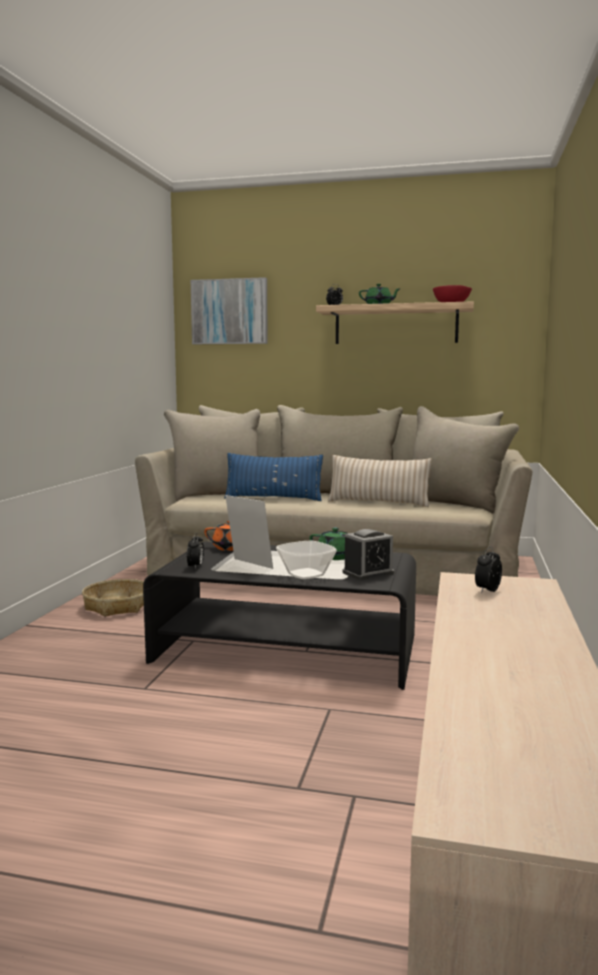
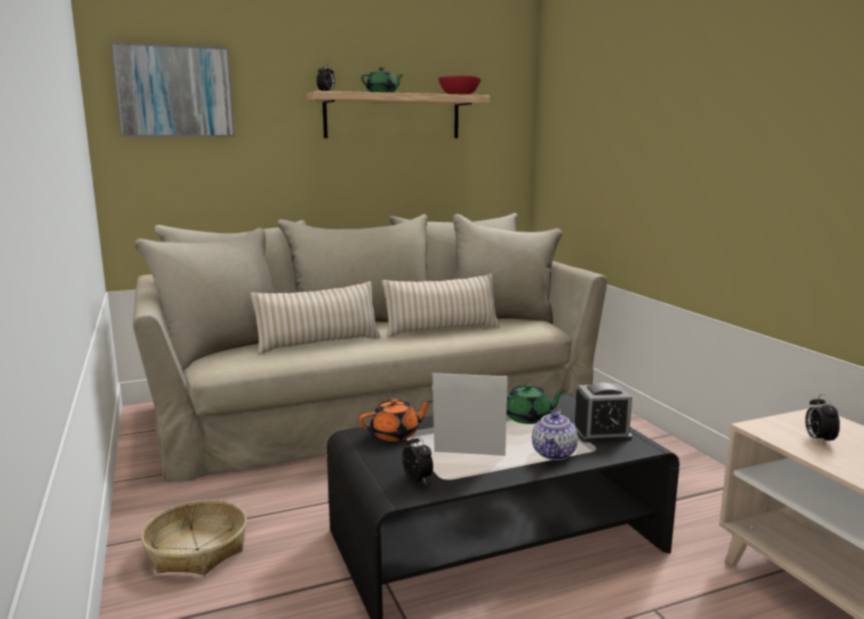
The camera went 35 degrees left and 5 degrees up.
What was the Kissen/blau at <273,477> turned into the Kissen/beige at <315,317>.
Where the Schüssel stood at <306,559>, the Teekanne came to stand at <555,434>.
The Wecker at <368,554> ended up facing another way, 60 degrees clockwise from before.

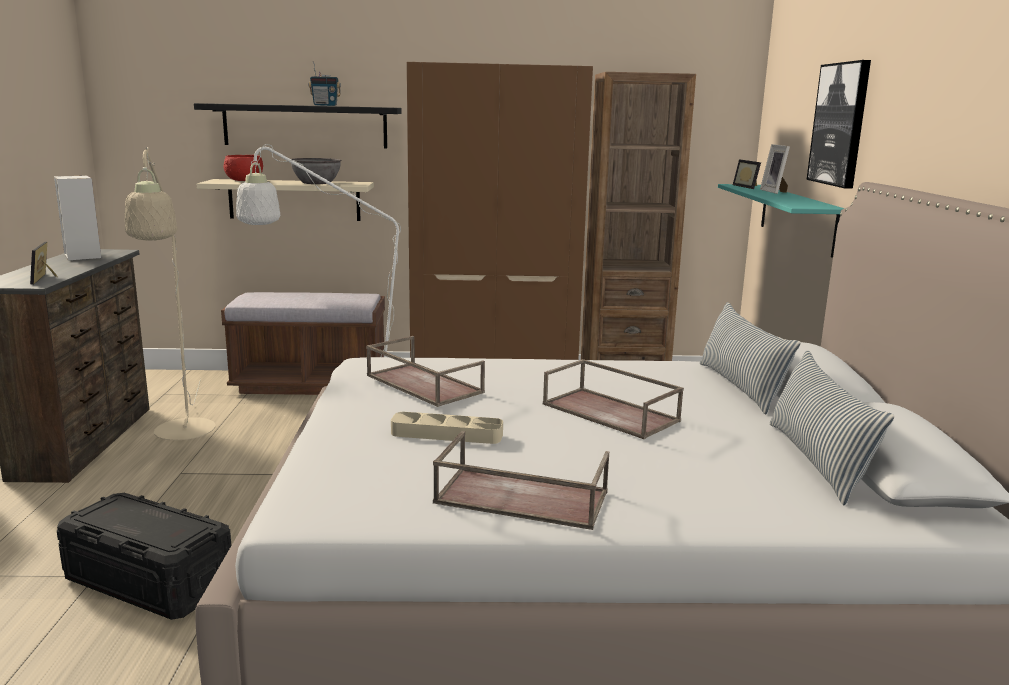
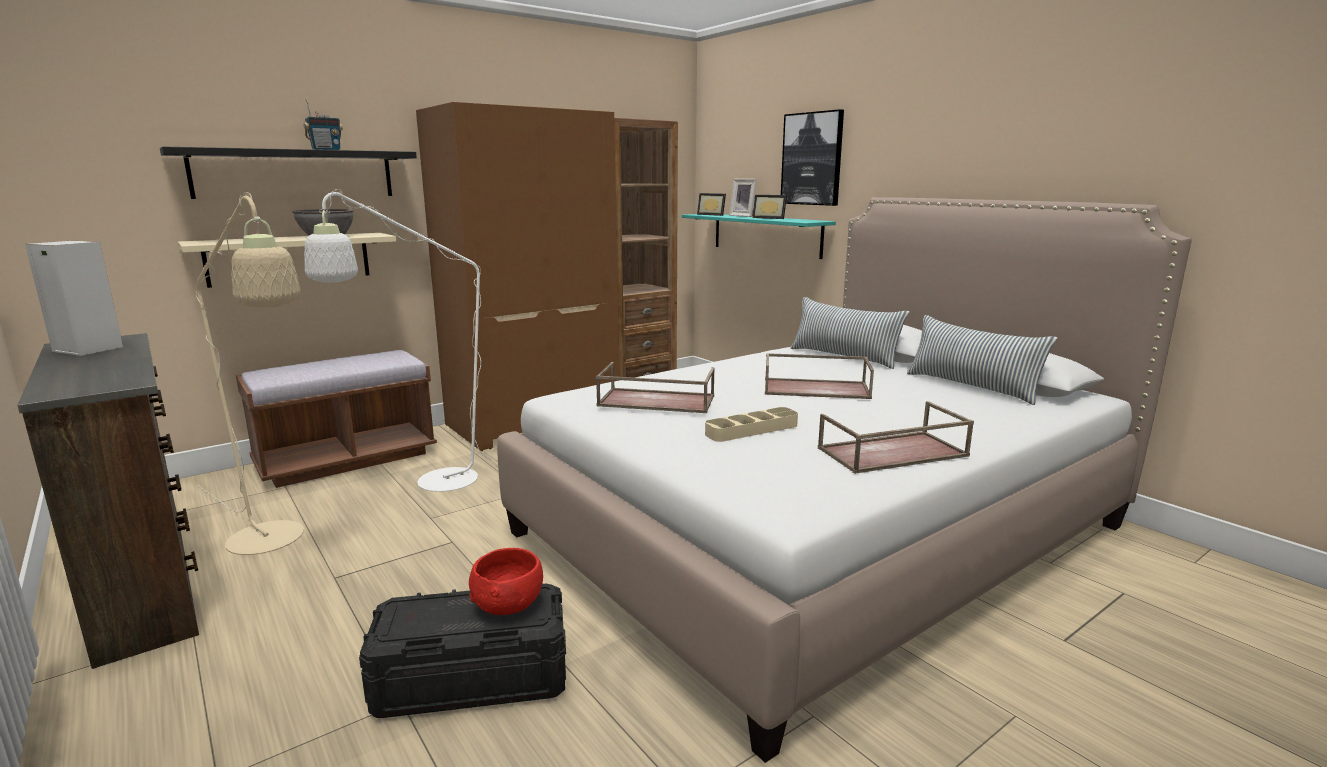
The camera went 35 degrees left and 0 degrees up.
The Bilderrahmen ended up elsewhere, having gone from <44,263> to <769,207>.
The Schüssel/rot ended up elsewhere, having gone from <243,168> to <506,581>.

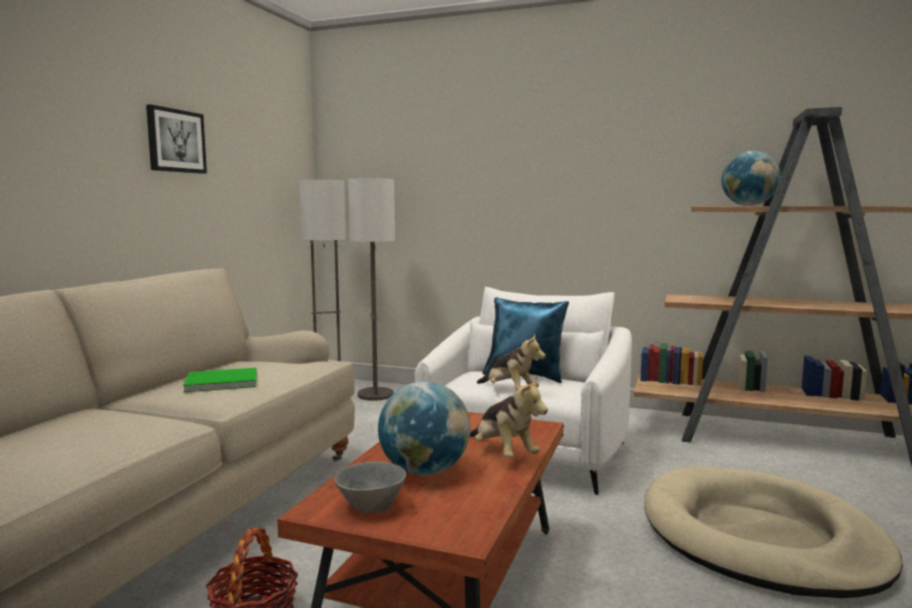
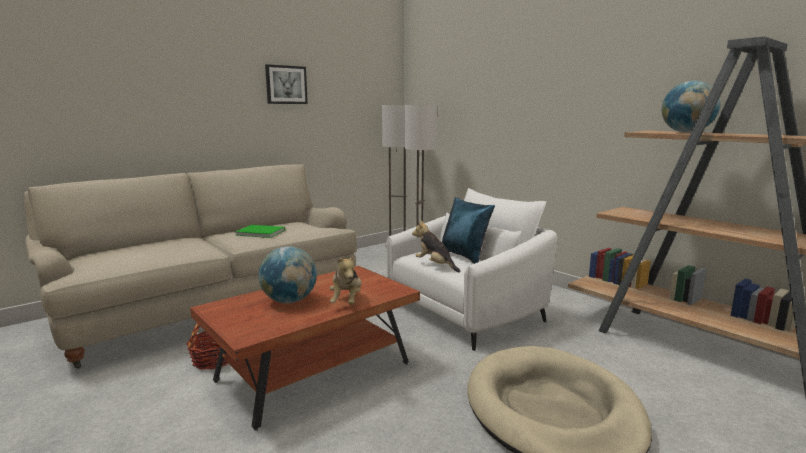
The camera went 30 degrees right and 5 degrees up.
The second view lost the Schüssel/grau at <370,487>.
The Plüschtier at <511,362> ended up facing another way, 150 degrees clockwise from before.

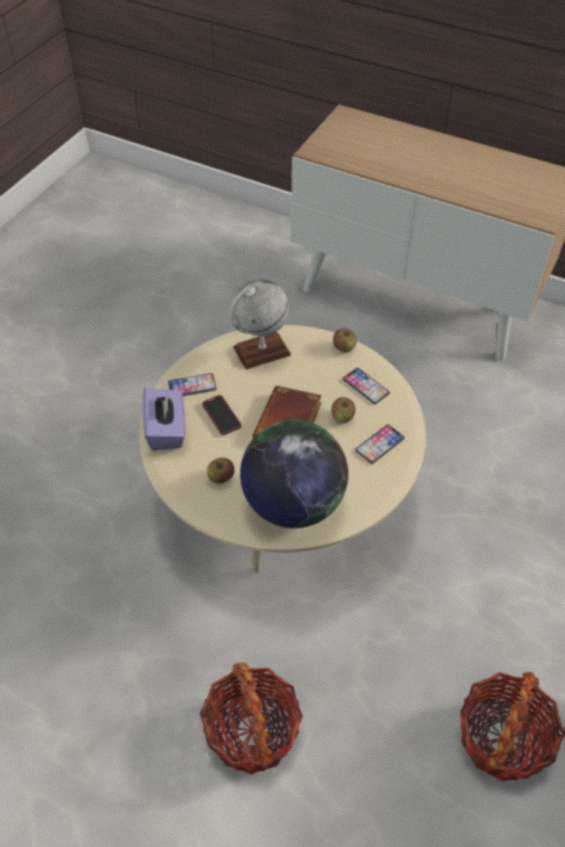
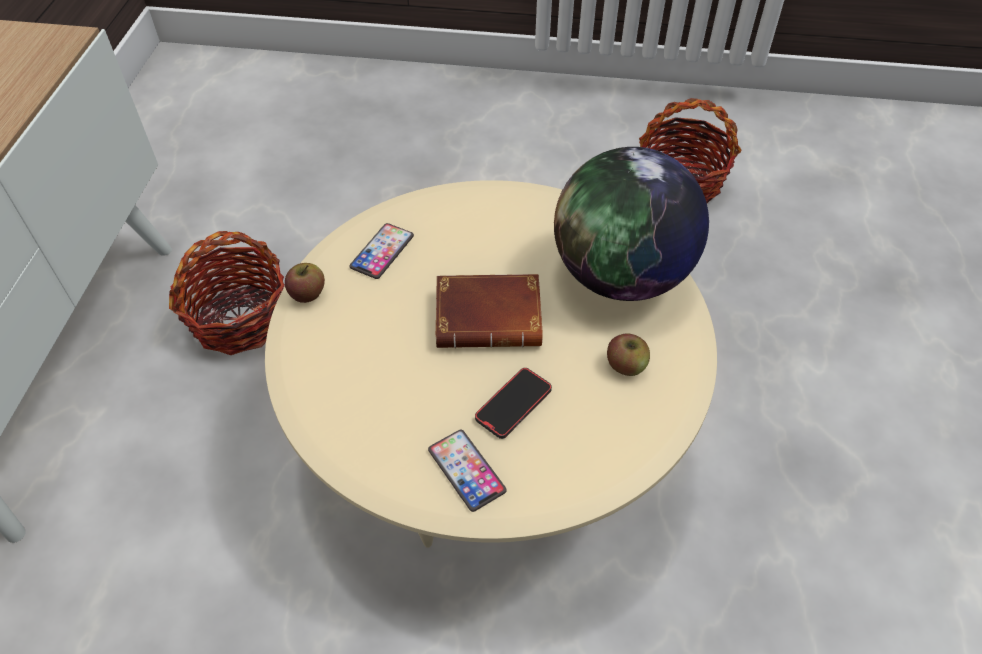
The camera went 110 degrees left and 0 degrees up.
The second view lost the Taschentuchbox/lila at <164,419>.
The Korb ended up elsewhere, having gone from <251,718> to <226,293>.
The second view lost the Globus at <260,324>.
The second view lost the Apfel at <343,410>.
The second view lost the Handy at <380,444>.

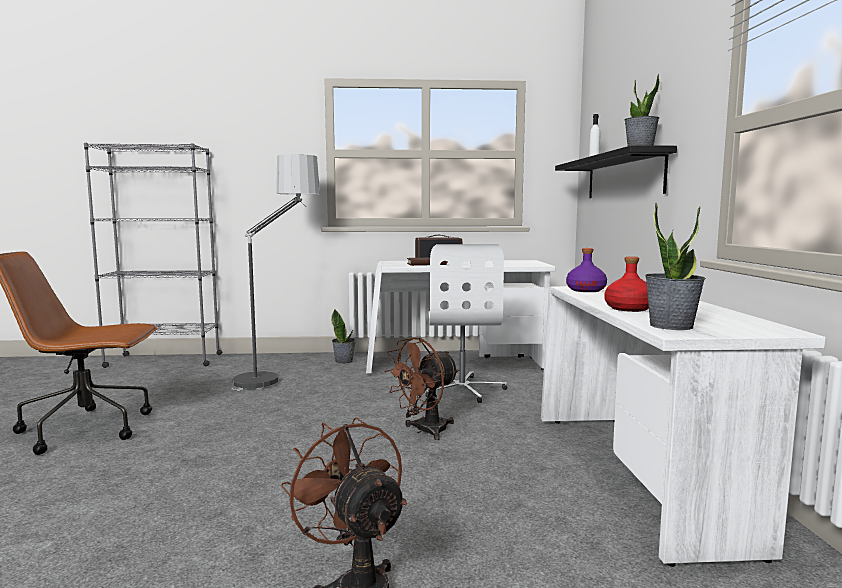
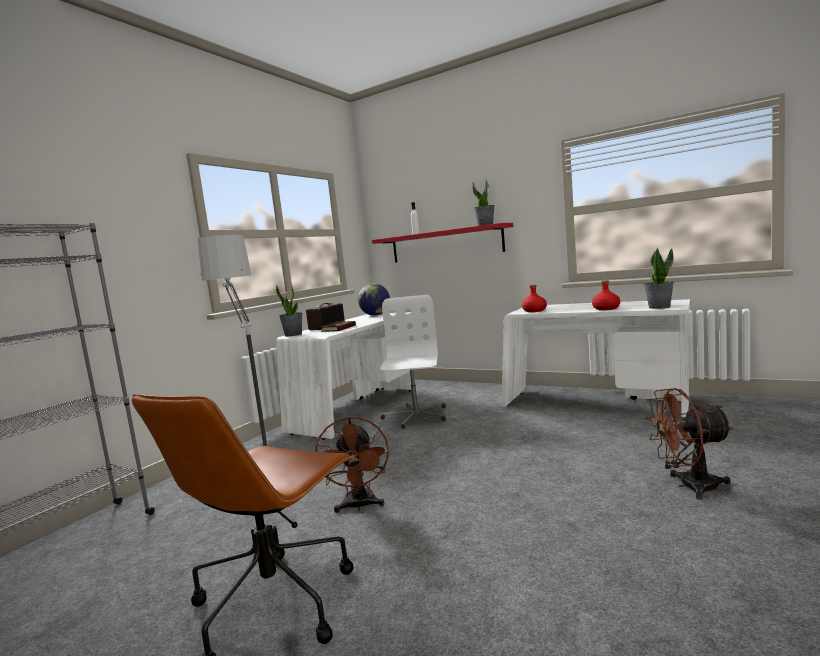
The camera went 55 degrees left and 0 degrees up.
The Topfpflanze ended up elsewhere, having gone from <343,336> to <289,310>.
The Ventilator/braun ended up elsewhere, having gone from <422,388> to <352,464>.
The Bürostuhl/weiß at <466,323> ended up facing another way, 120 degrees counterclockwise from before.
What was the Wandregal/schwarz at <616,171> turned into the Wandregal/rot at <442,243>.
What was the Flasche/lila at <586,270> turned into the Flasche/rot at <534,298>.
The second view gained the Globus at <374,299>.

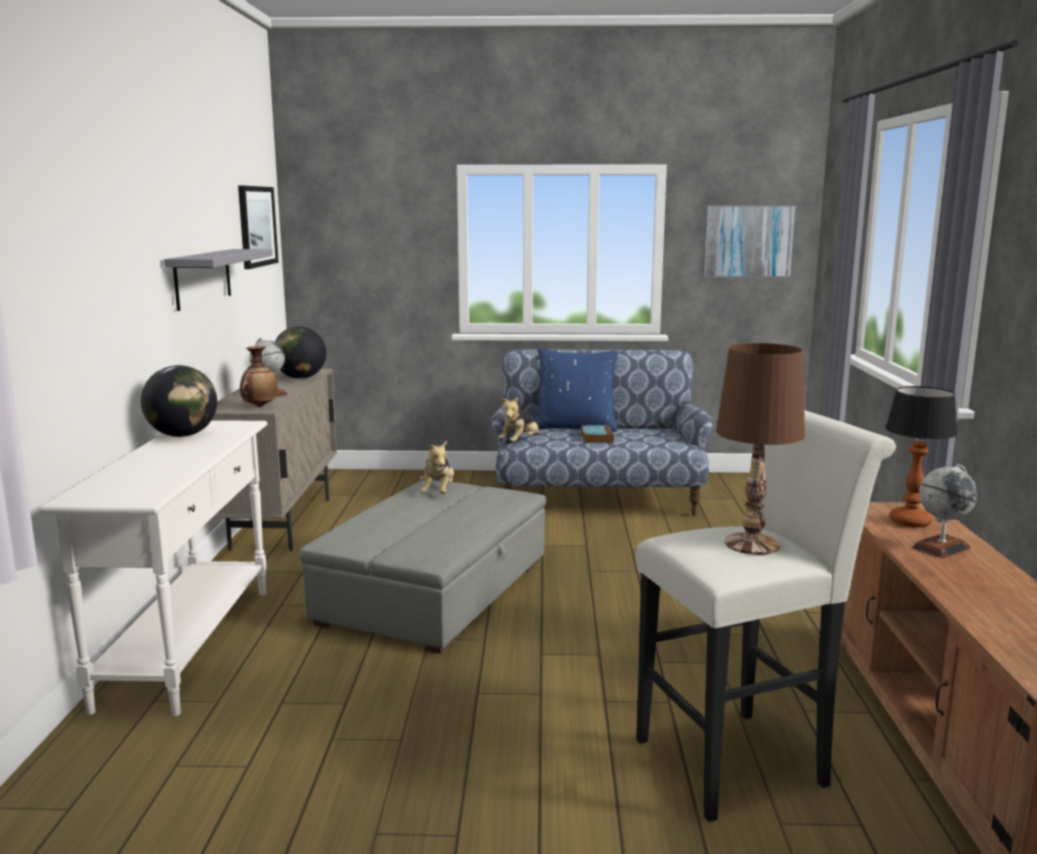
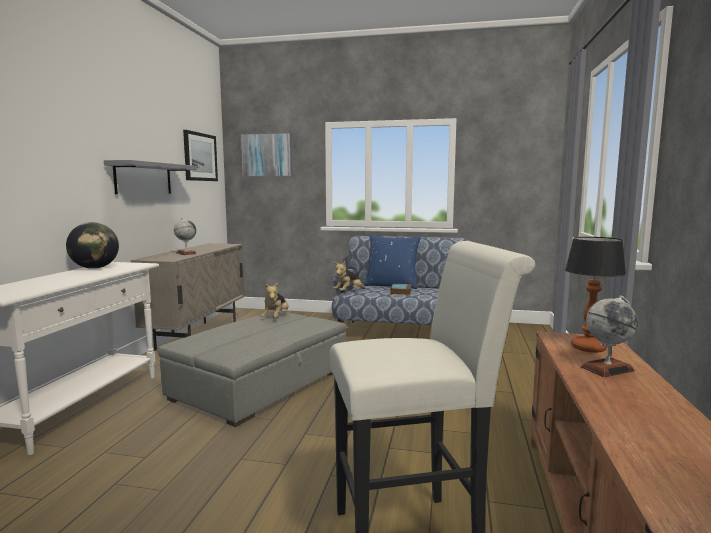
The camera went 10 degrees right and 5 degrees down.
The second view lost the Vase at <259,376>.
The second view lost the Globus at <300,352>.
The Bild ended up elsewhere, having gone from <749,241> to <266,154>.
The second view lost the Tischlampe/braun at <760,449>.

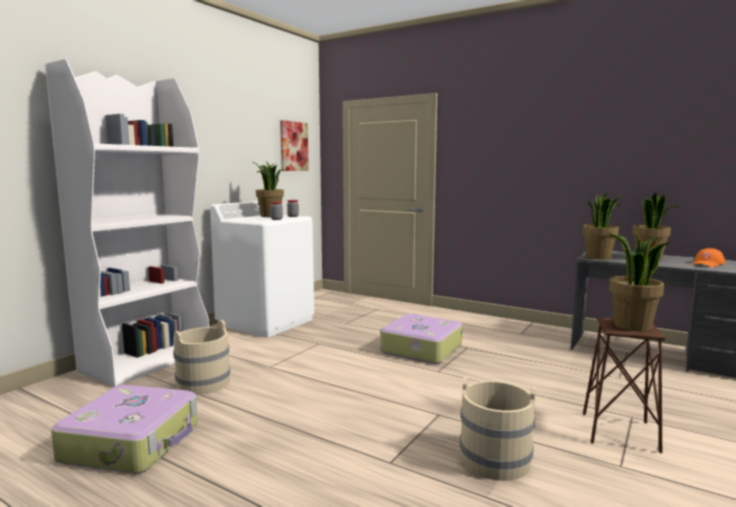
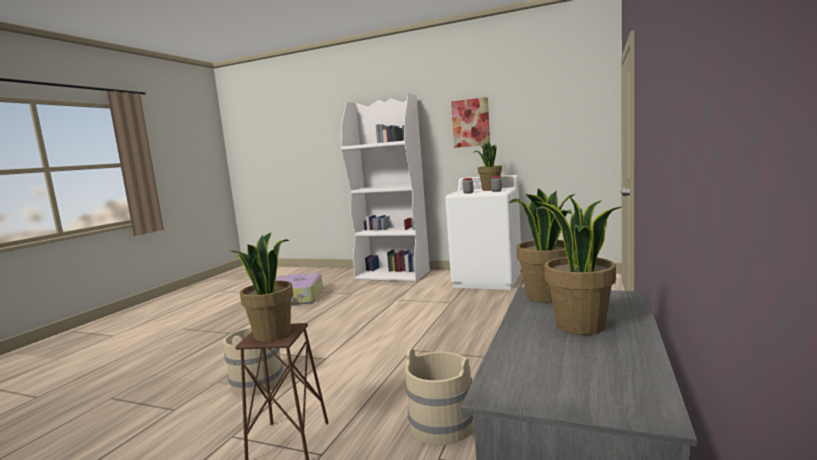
The camera went 80 degrees right and 0 degrees up.
The Eimer/beige ended up elsewhere, having gone from <201,357> to <439,396>.
The Bild ended up elsewhere, having gone from <294,145> to <470,122>.
The second view lost the Koffer at <421,339>.
The second view lost the Kappe/orange at <709,257>.

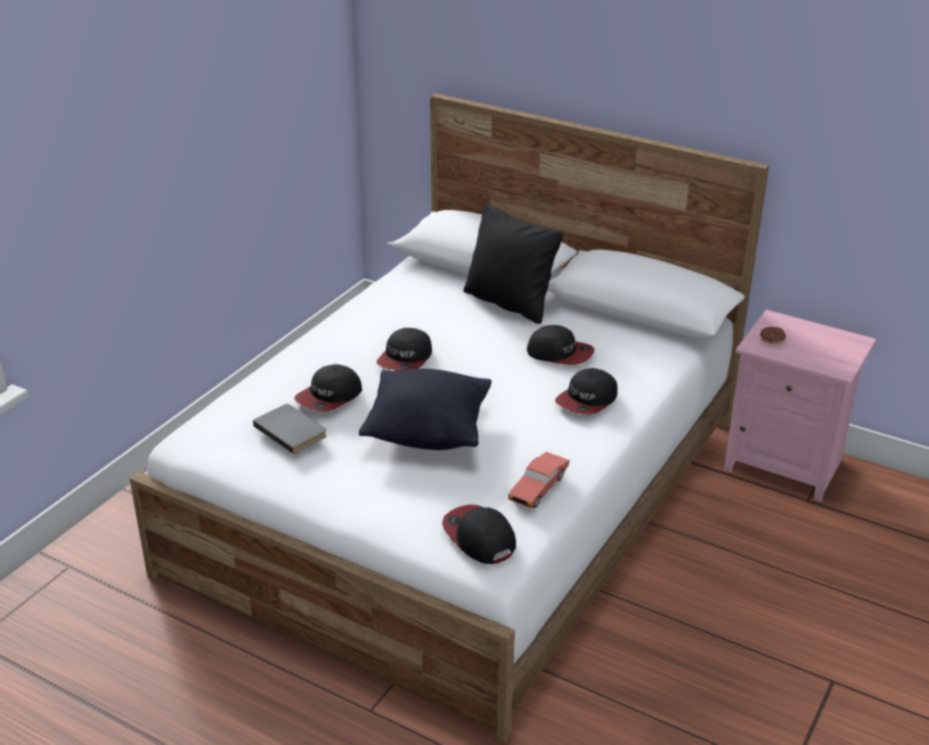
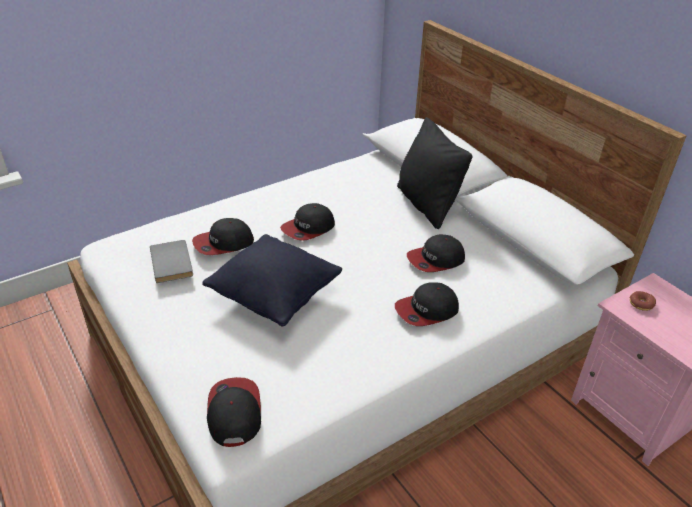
The camera went 25 degrees right and 5 degrees up.
The second view lost the Spielzeugauto/rot at <539,480>.
The Kappe at <560,345> ended up facing another way, 105 degrees clockwise from before.

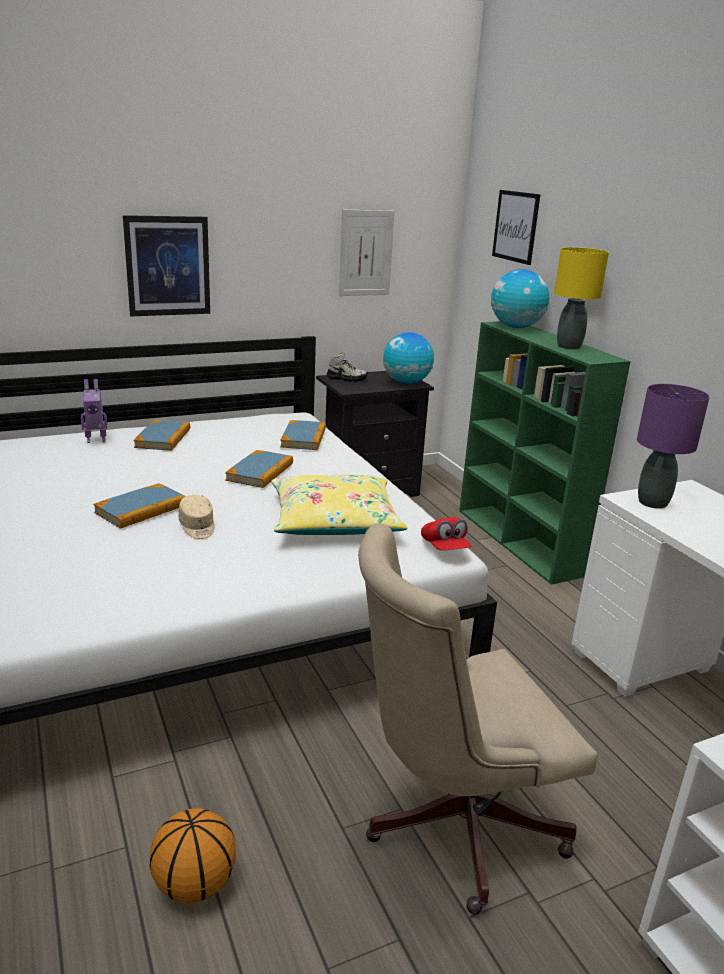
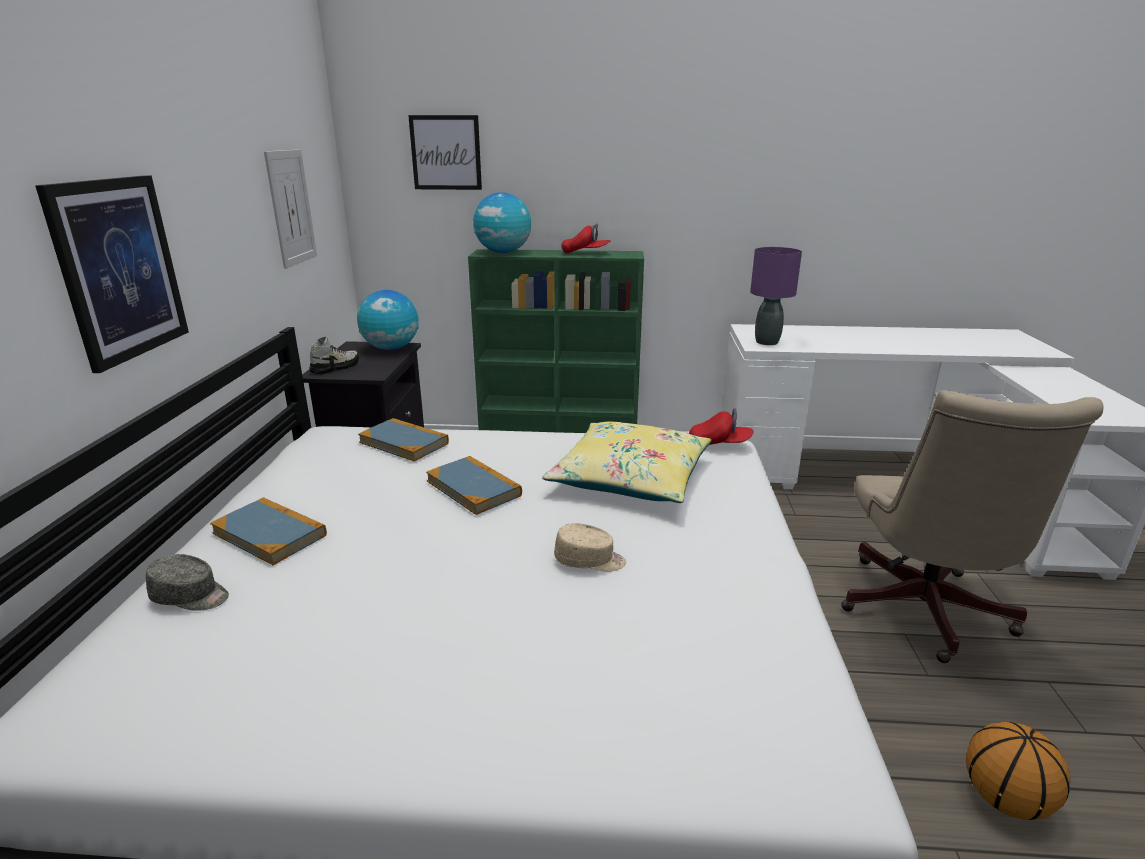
The camera went 60 degrees left and 0 degrees up.
Where the Spielzeugroboter stood at <94,411>, the Kappe/grau came to stand at <187,582>.
The second view lost the Buch at <139,506>.
Where the Tischlampe/gelb stood at <581,298>, the Kappe/rot came to stand at <586,238>.

